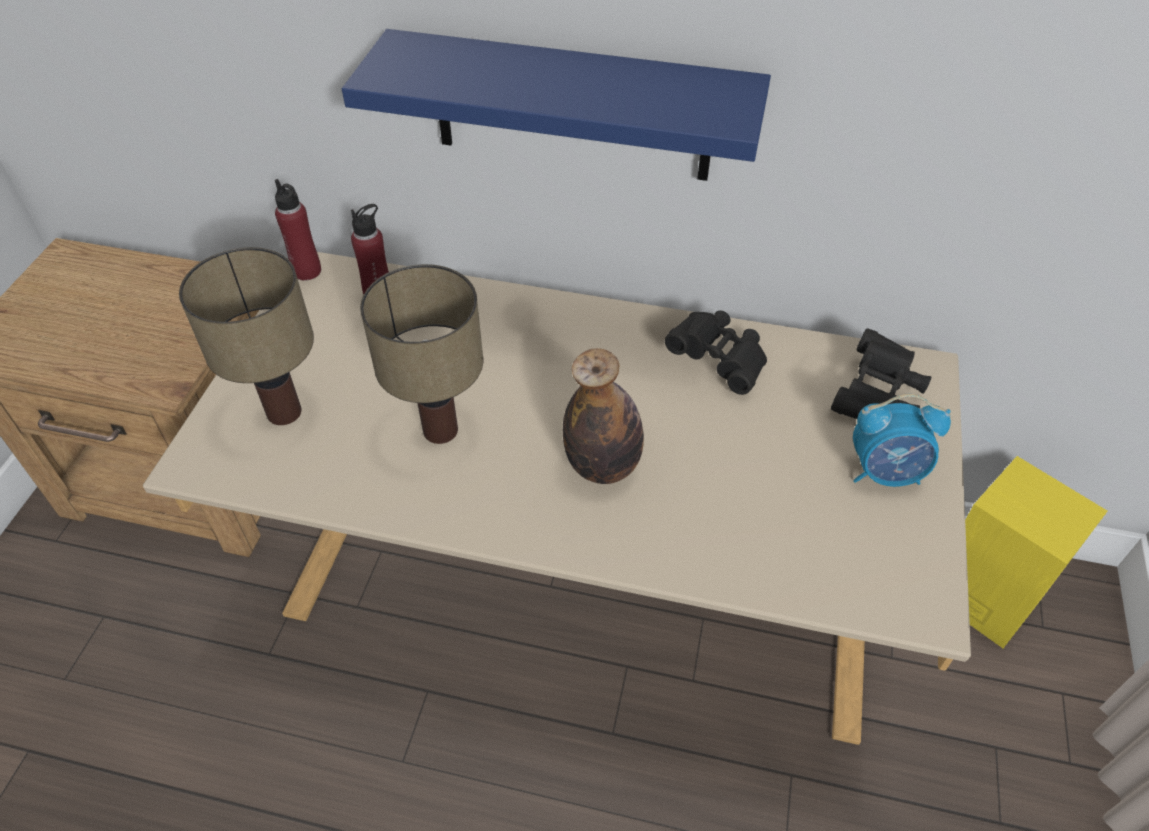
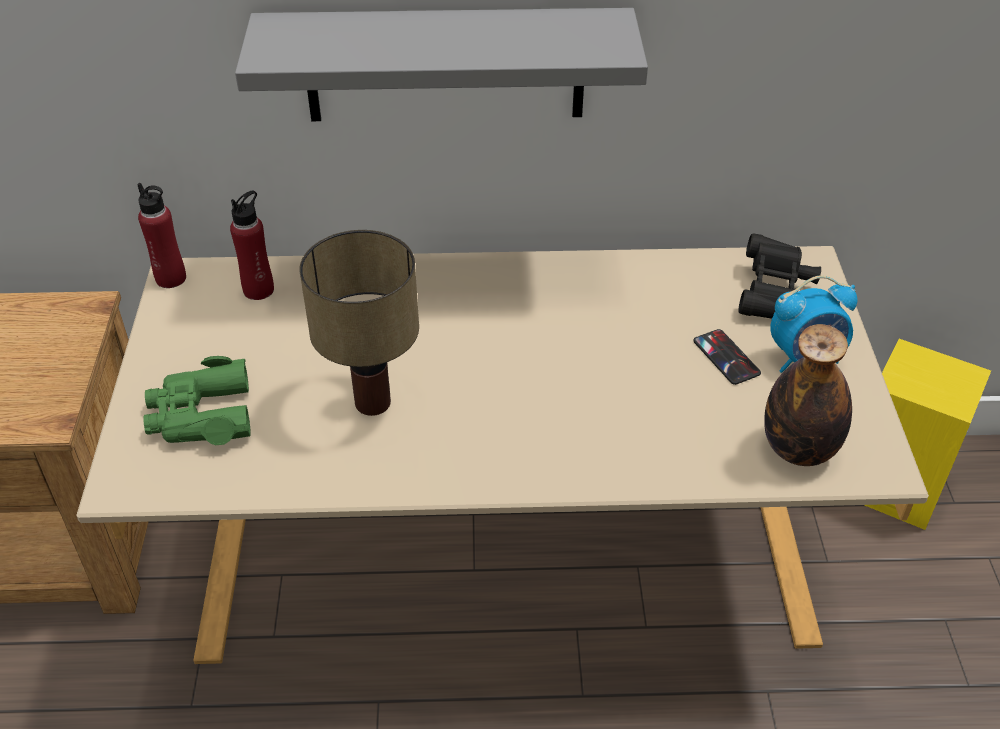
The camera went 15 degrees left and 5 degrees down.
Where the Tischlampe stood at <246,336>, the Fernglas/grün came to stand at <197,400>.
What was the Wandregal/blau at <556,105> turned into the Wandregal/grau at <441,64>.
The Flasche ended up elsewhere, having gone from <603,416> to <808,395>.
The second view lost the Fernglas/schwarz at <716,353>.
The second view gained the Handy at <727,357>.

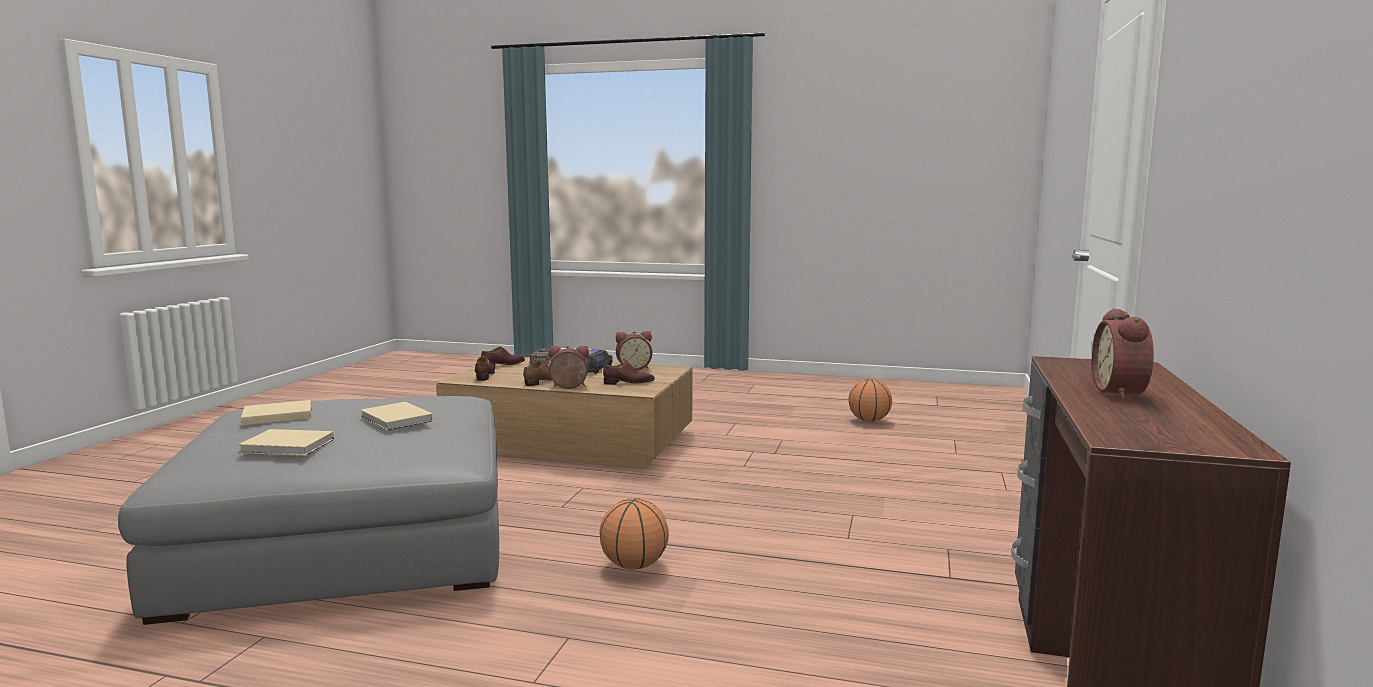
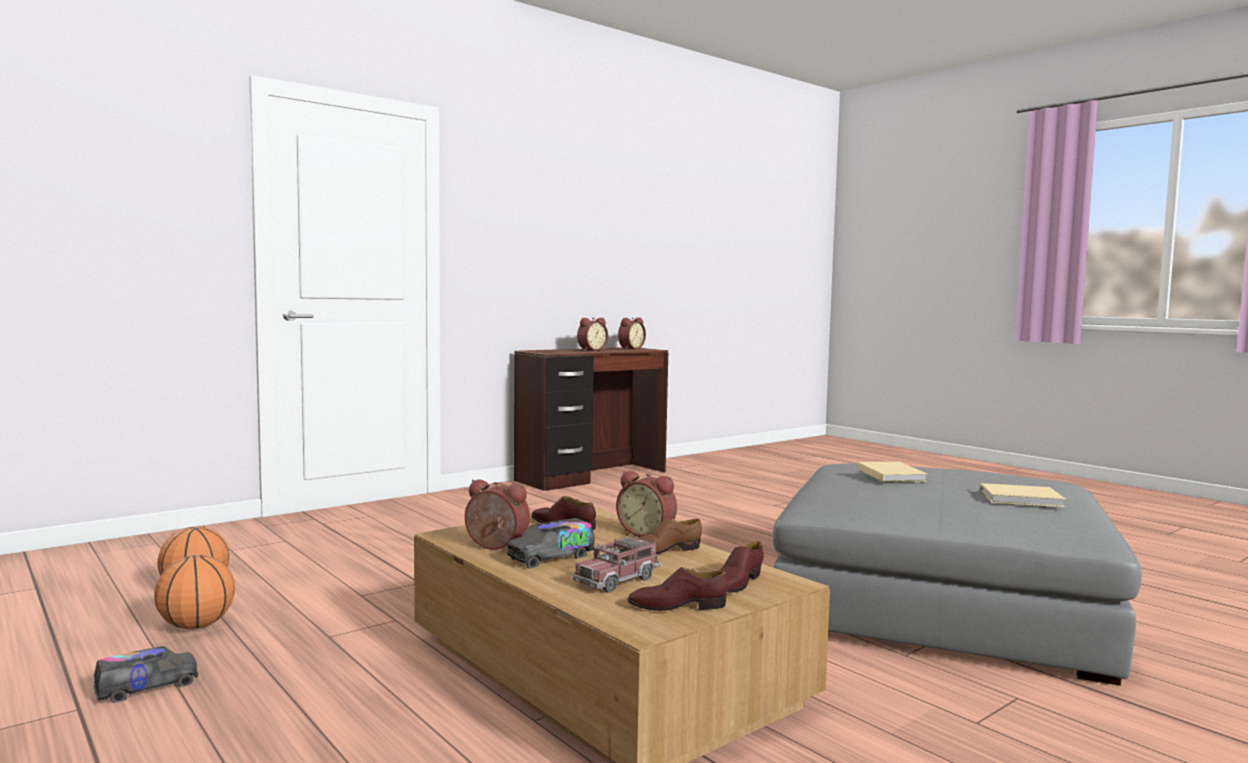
The camera went 145 degrees left and 5 degrees down.
The second view lost the Buch/beige at <286,442>.
The Basketball ended up elsewhere, having gone from <634,534> to <194,592>.
The second view gained the Spielzeuglaster at <146,674>.
The second view gained the Wecker at <632,334>.

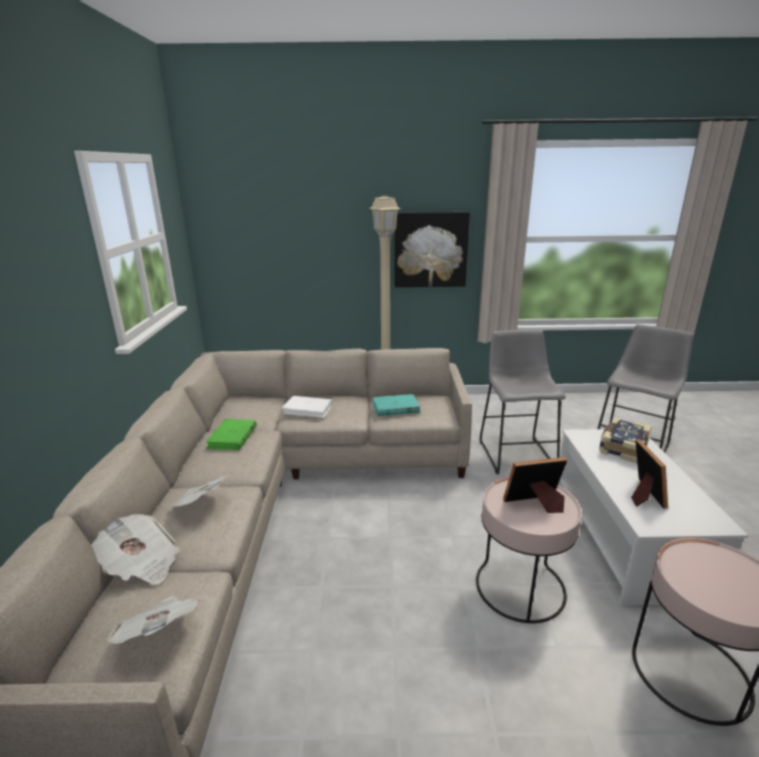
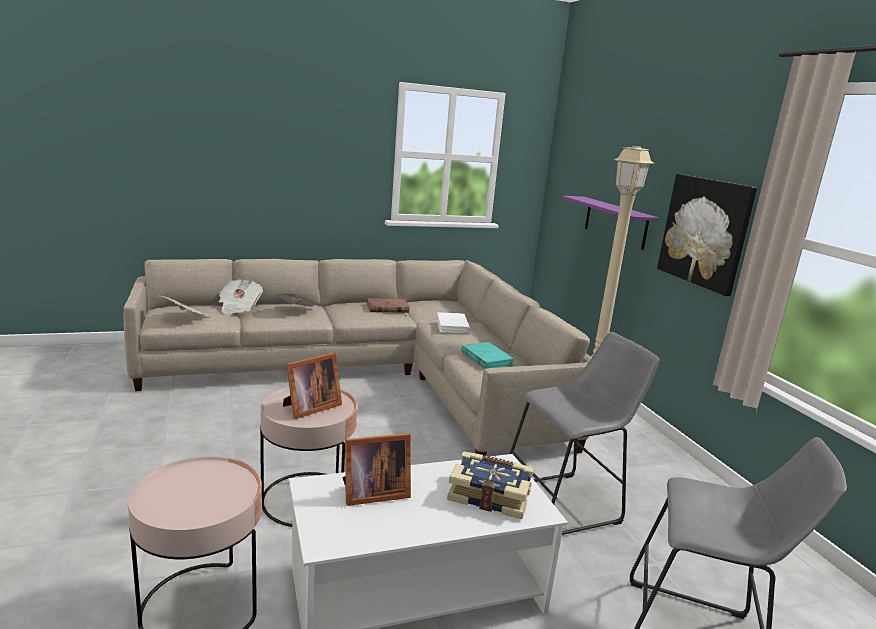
The camera went 70 degrees right and 5 degrees down.
What was the Buch/grün at <231,434> turned into the Buch/braun at <388,305>.
The Bilderrahmen at <535,485> ended up facing another way, 75 degrees clockwise from before.
The second view gained the Wandregal/lila at <610,223>.

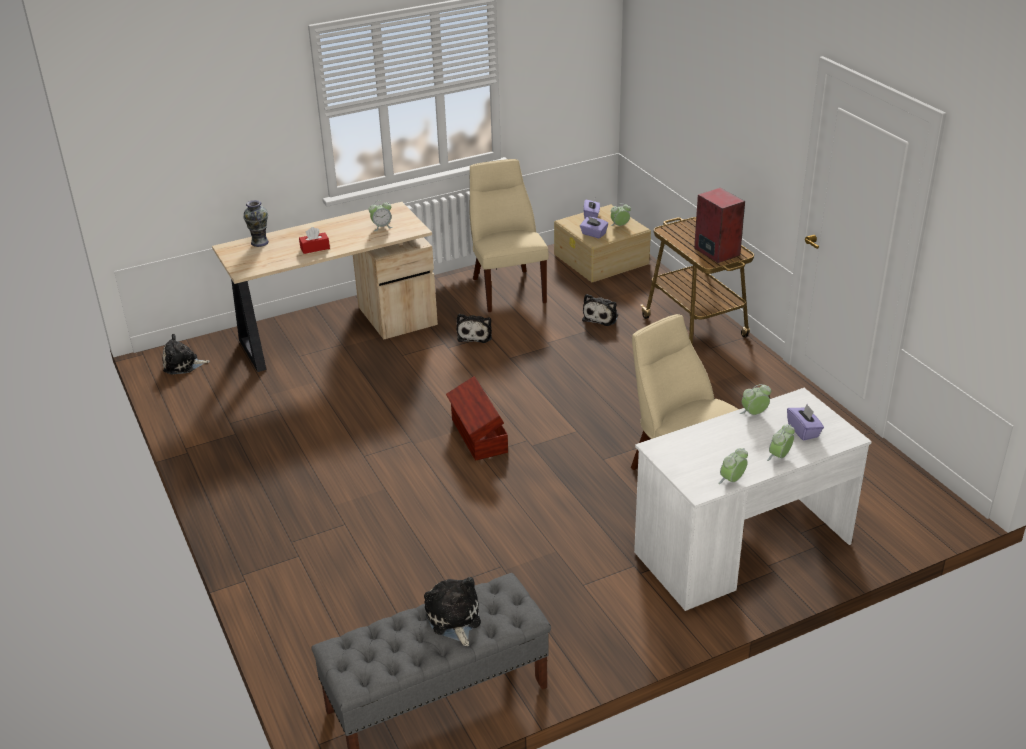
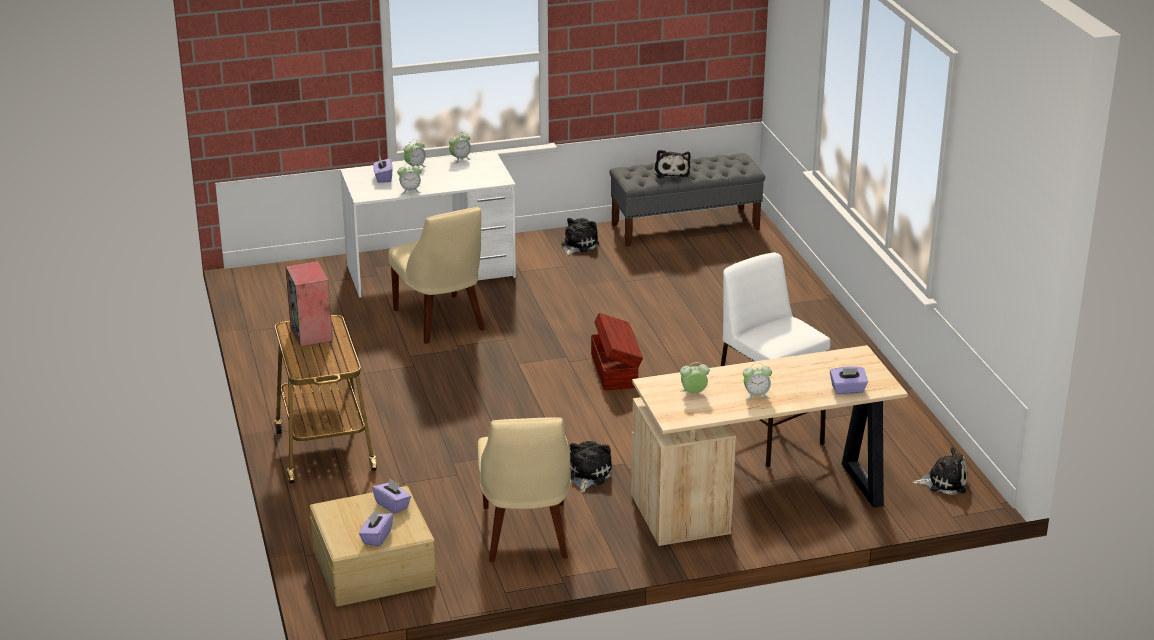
The camera went 170 degrees left and 5 degrees down.
Where the Vase stood at <256,223>, the Taschentuchbox/lila came to stand at <849,380>.
The second view lost the Taschentuchbox/rot at <314,240>.
The Plüschtier ended up elsewhere, having gone from <600,310> to <580,237>.
The Wecker ended up elsewhere, having gone from <620,214> to <757,381>.
The second view gained the Hocker/weiß at <776,360>.

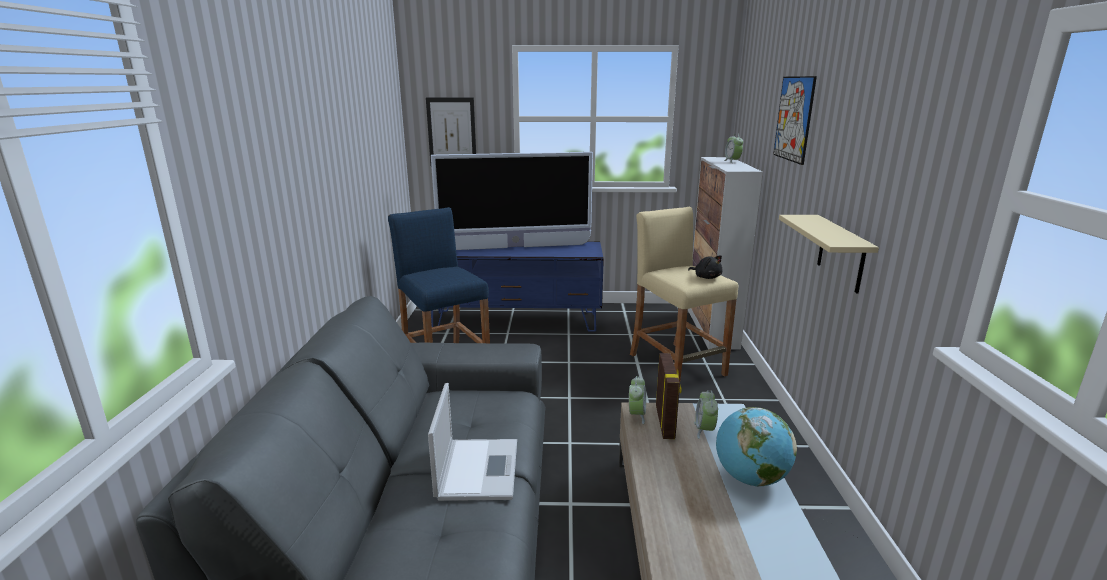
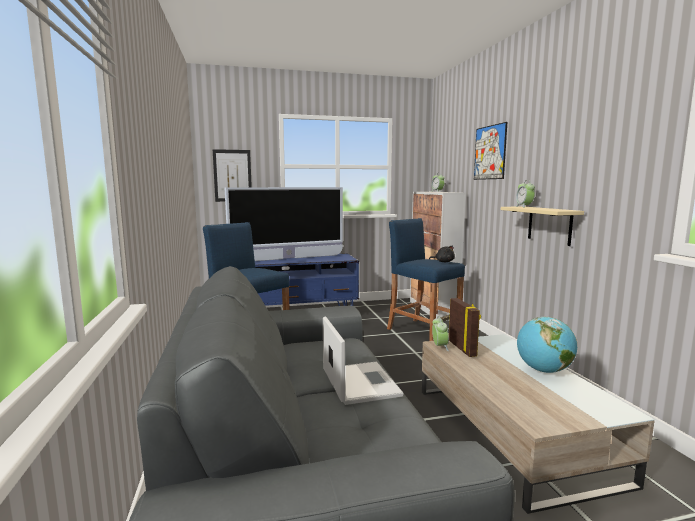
The camera went 15 degrees left and 10 degrees down.
What was the Hocker/beige at <684,294> turned into the Hocker/blau at <426,279>.
The Wecker ended up elsewhere, having gone from <706,414> to <525,193>.

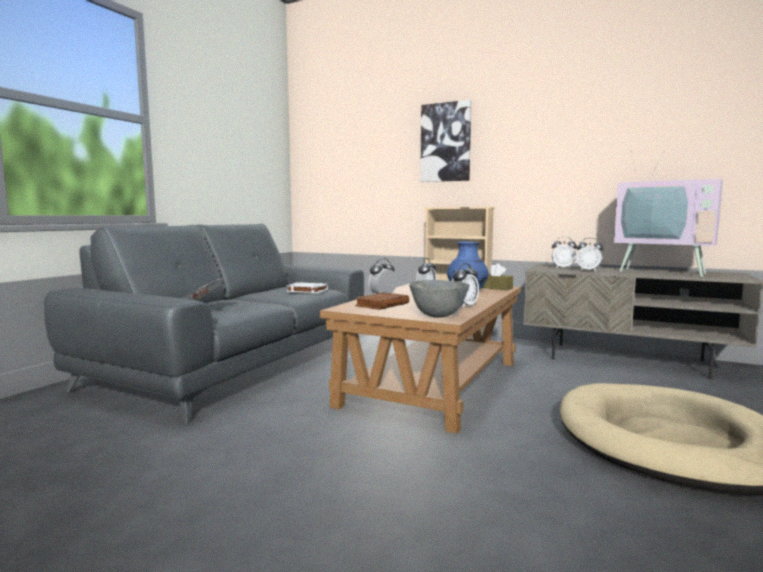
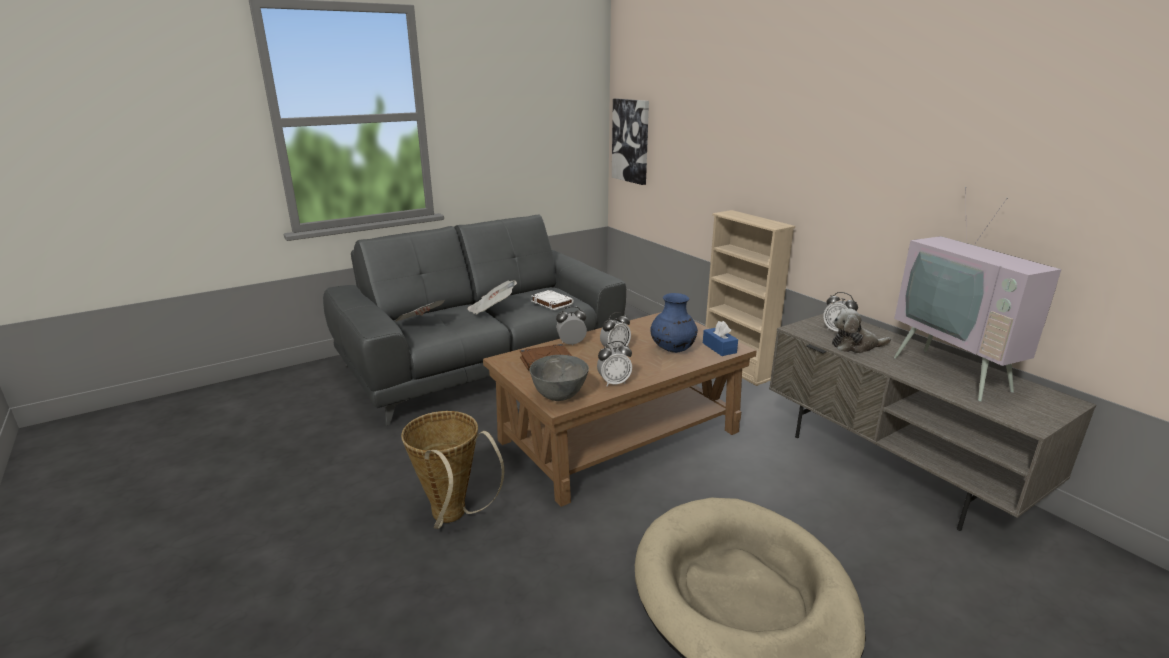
The camera went 30 degrees right and 15 degrees up.
The Bild ended up elsewhere, having gone from <445,141> to <630,142>.
What was the Taschentuchbox/braun at <497,276> turned into the Taschentuchbox/blau at <720,338>.
Where the Wecker stood at <589,255>, the Plüschtier came to stand at <861,331>.
The second view gained the Korb at <452,470>.
The second view gained the Zeitung at <492,297>.

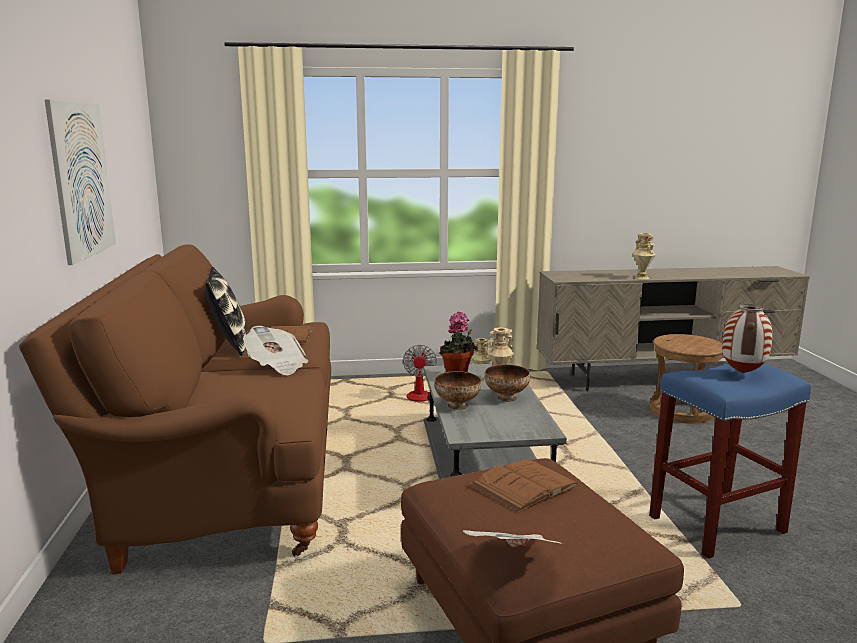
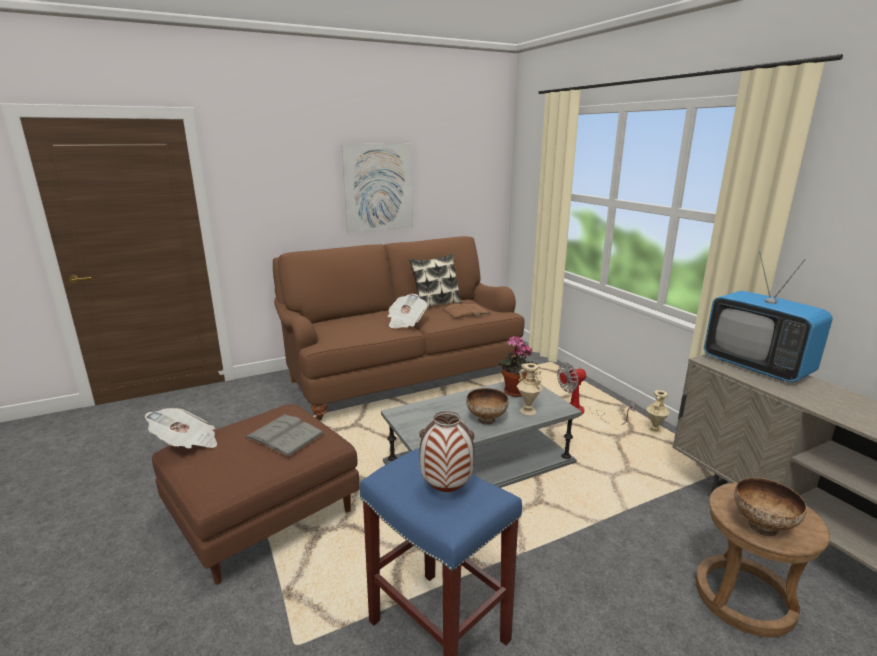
The camera went 70 degrees right and 5 degrees up.
The Schüssel ended up elsewhere, having gone from <457,390> to <770,507>.
What was the Buch/braun at <525,486> turned into the Buch/grau at <285,435>.
The second view lost the Vase/beige at <644,256>.
The second view gained the Fernseher at <768,317>.

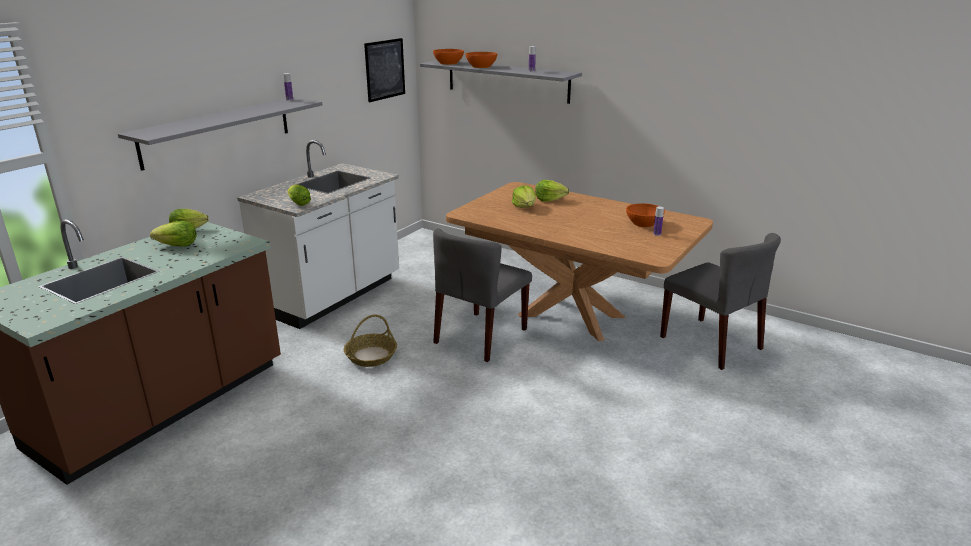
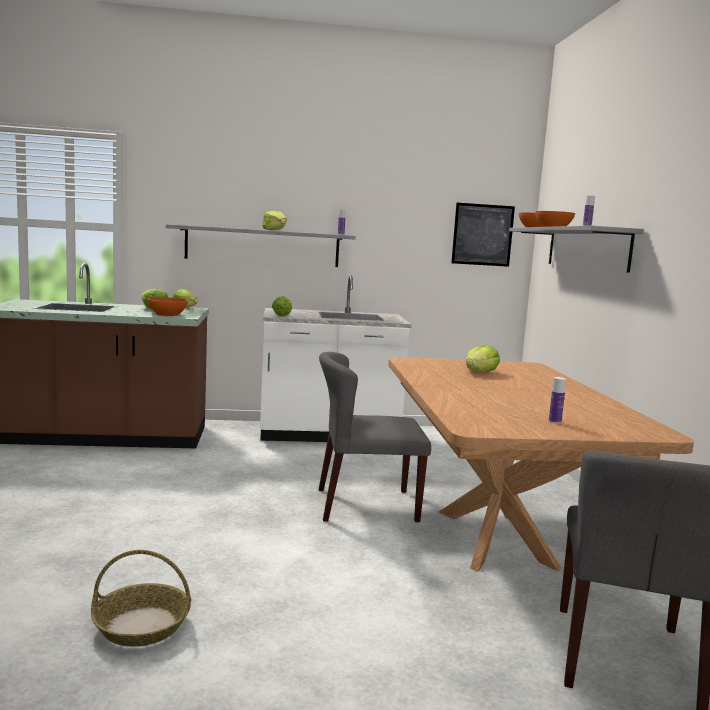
The camera went 50 degrees right and 15 degrees down.
The Korb ended up elsewhere, having gone from <370,340> to <141,598>.
The Salatkopf ended up elsewhere, having gone from <552,191> to <274,221>.
The Schüssel/orange ended up elsewhere, having gone from <645,215> to <168,306>.

